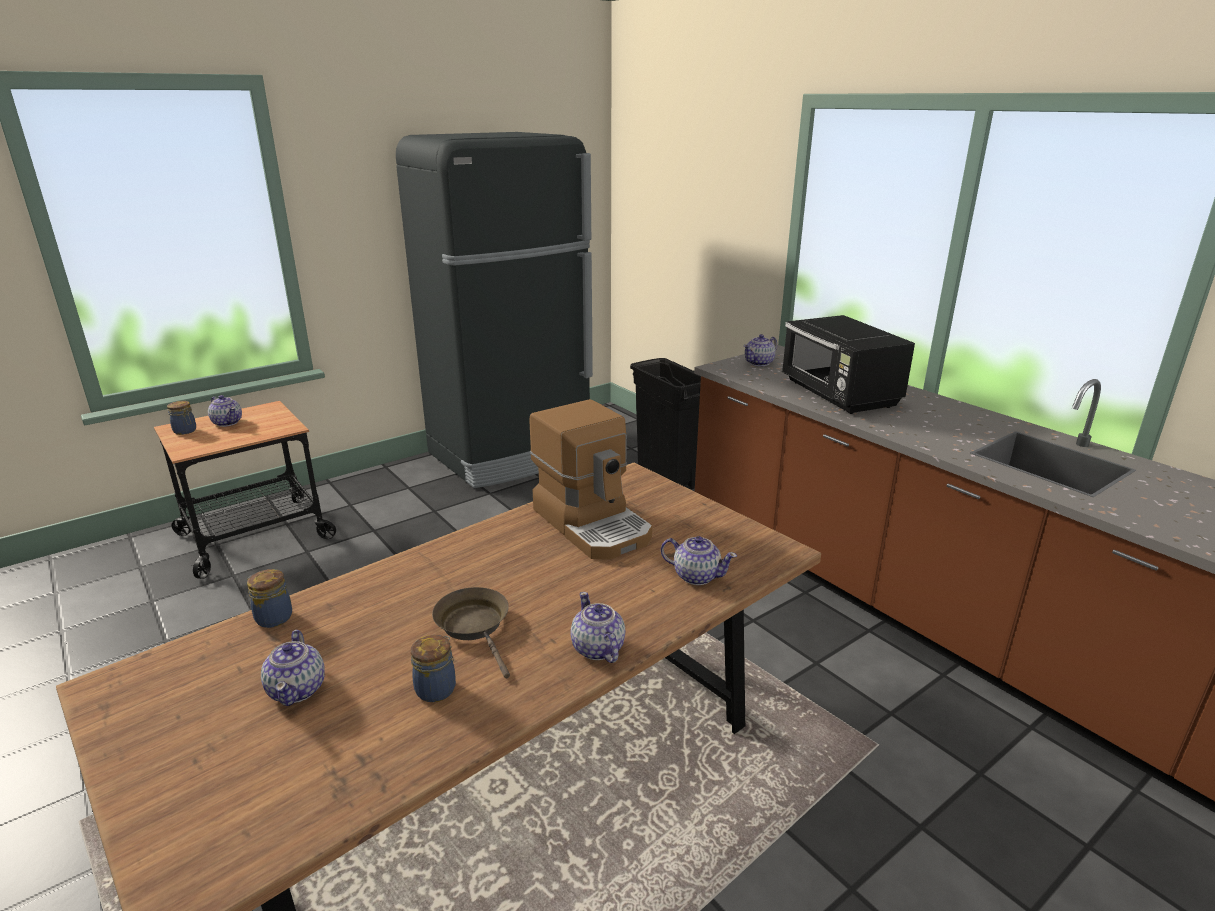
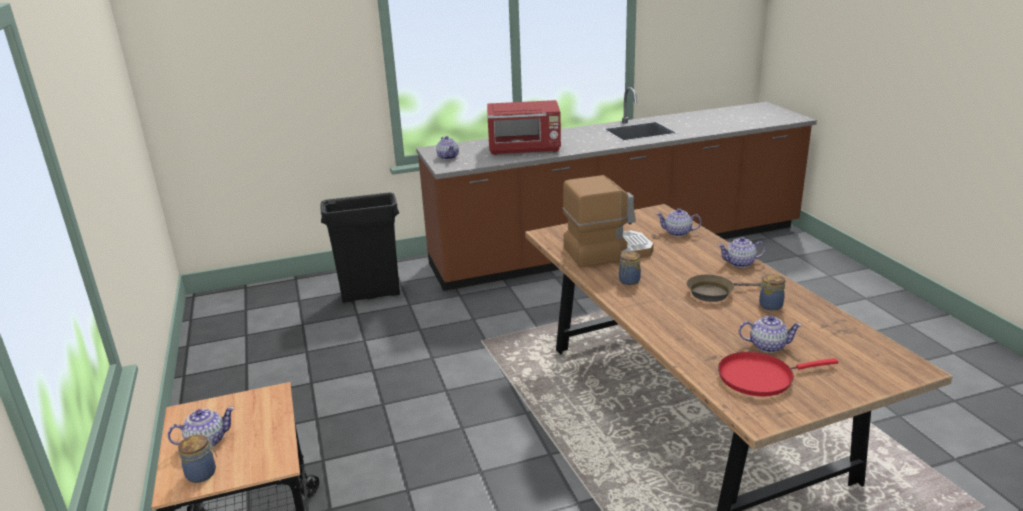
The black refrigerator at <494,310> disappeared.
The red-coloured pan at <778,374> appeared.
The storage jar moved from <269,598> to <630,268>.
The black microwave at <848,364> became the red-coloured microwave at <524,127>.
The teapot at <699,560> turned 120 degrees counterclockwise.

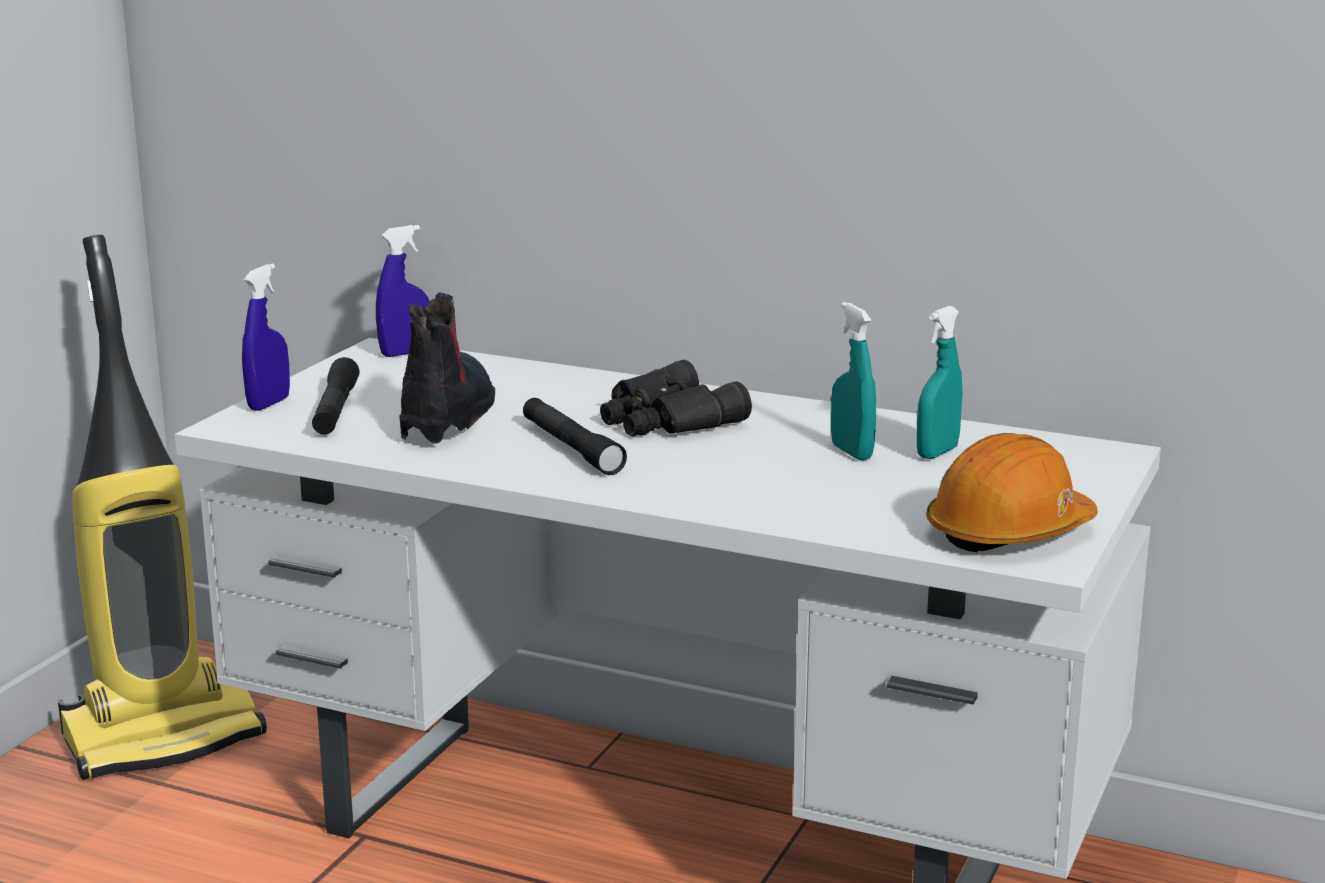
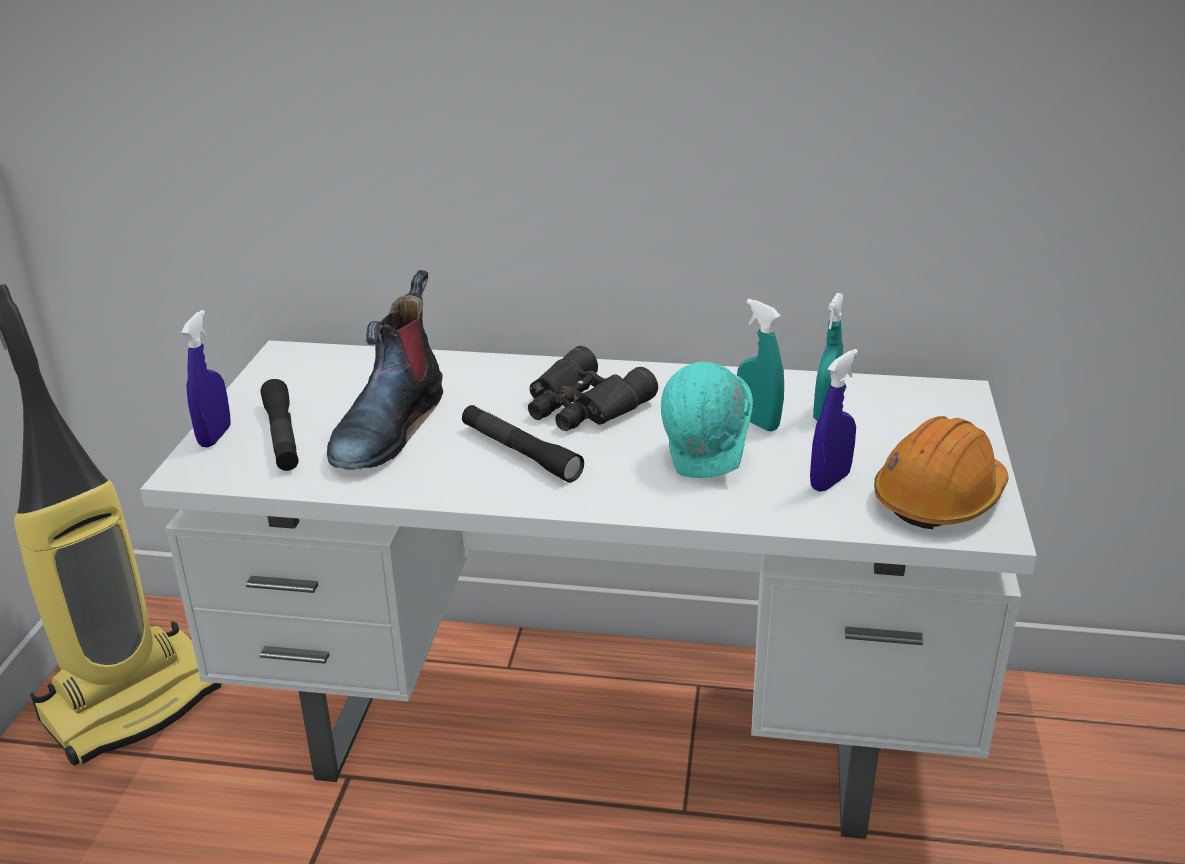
The turquoise-coloured work helmet at <707,420> appeared.
The blue spray bottle moved from <402,291> to <834,420>.
The tall boot at <447,368> turned 150 degrees counterclockwise.

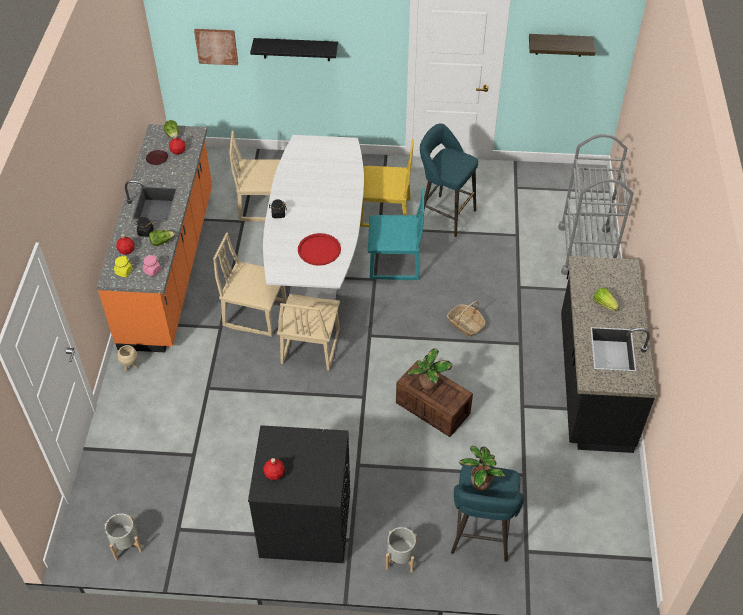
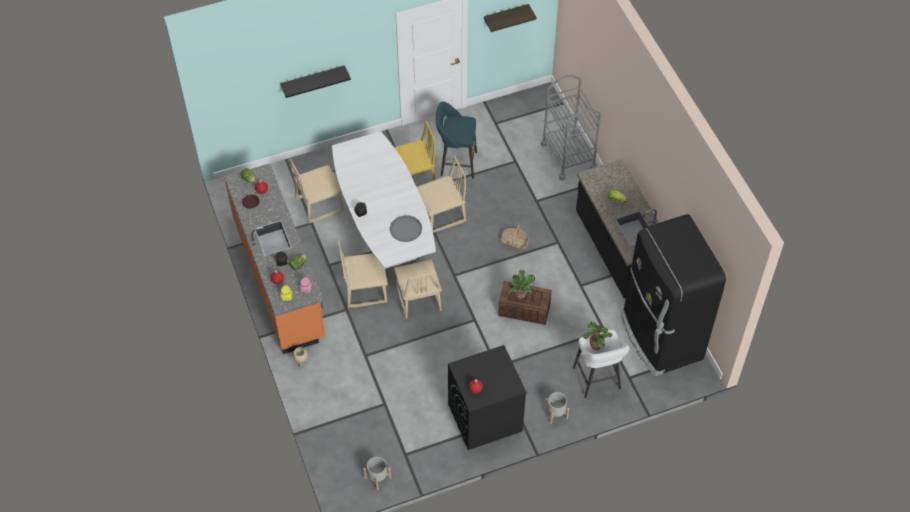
The wall picture at <216,47> disappeared.
The black refrigerator at <673,295> appeared.
The red-coloured tray at <319,249> became the greyish tray at <406,228>.
The turquoise-coloured chair at <396,233> became the beige chair at <441,194>.
The turquoise-coloured stool at <487,513> became the white stool at <601,364>.

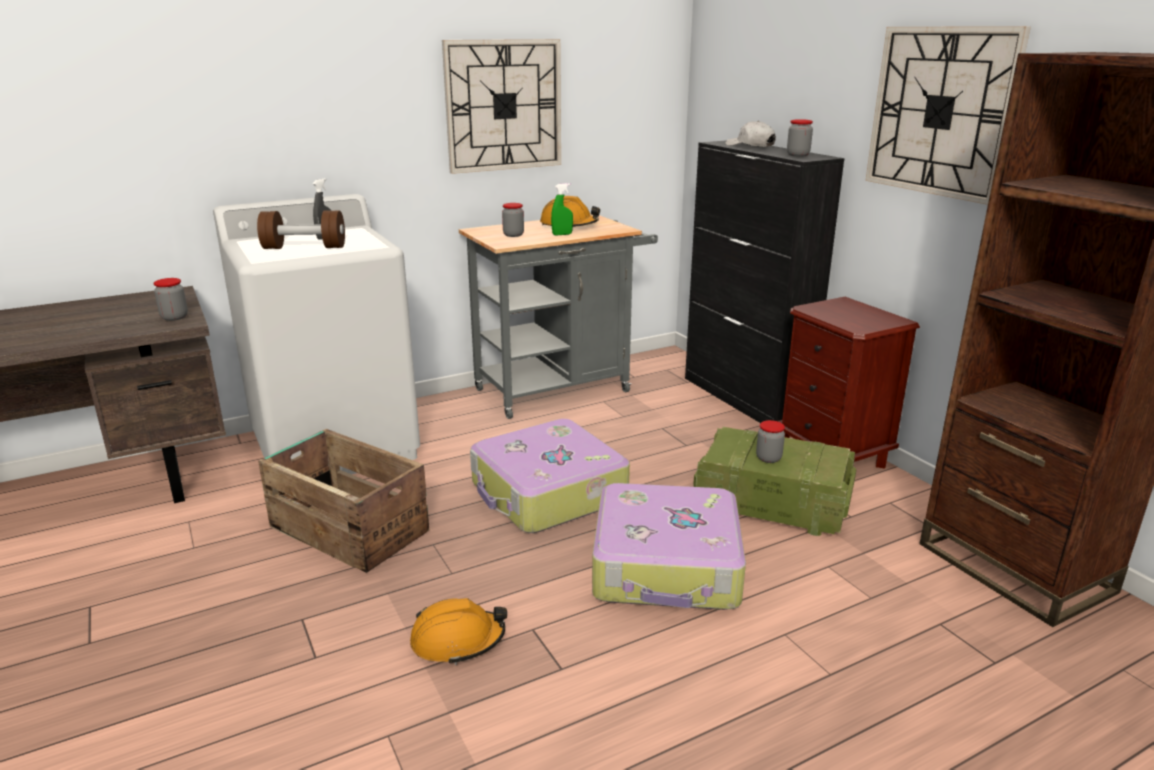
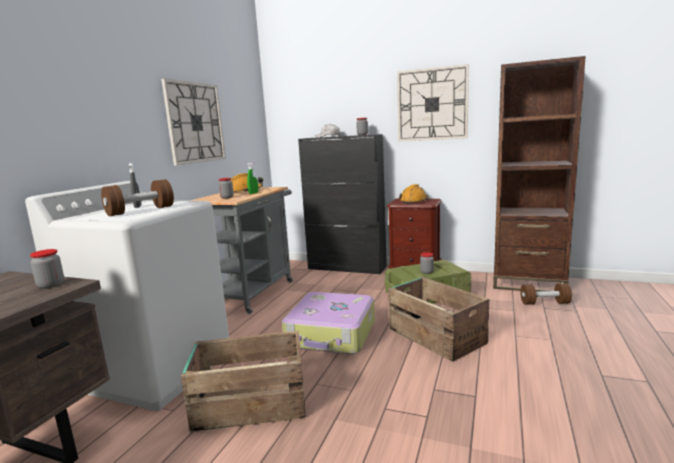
The brown hand weight at <546,294> appeared.
The orange work helmet moved from <458,631> to <413,194>.
The suitcase at <669,546> was replaced by the crate at <438,319>.

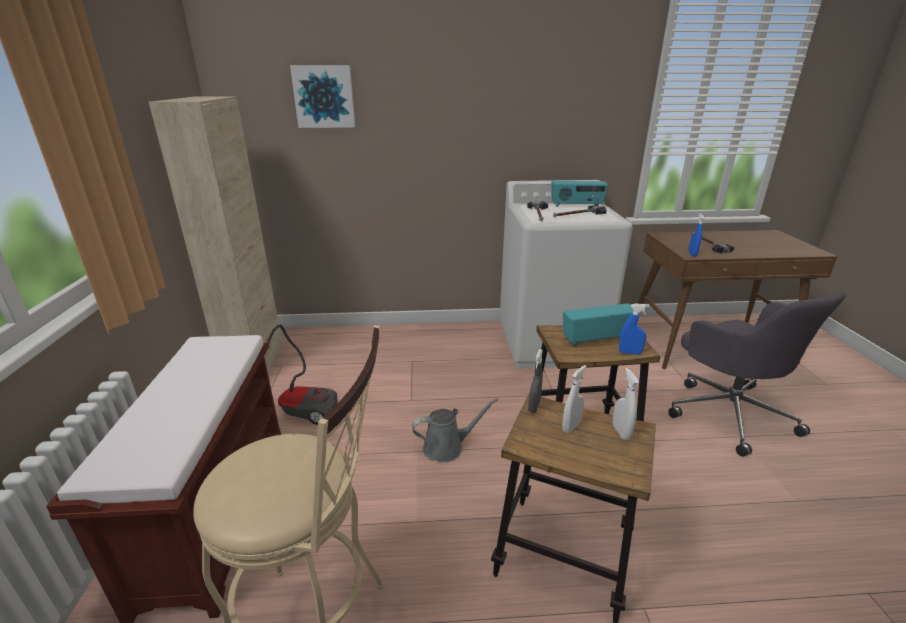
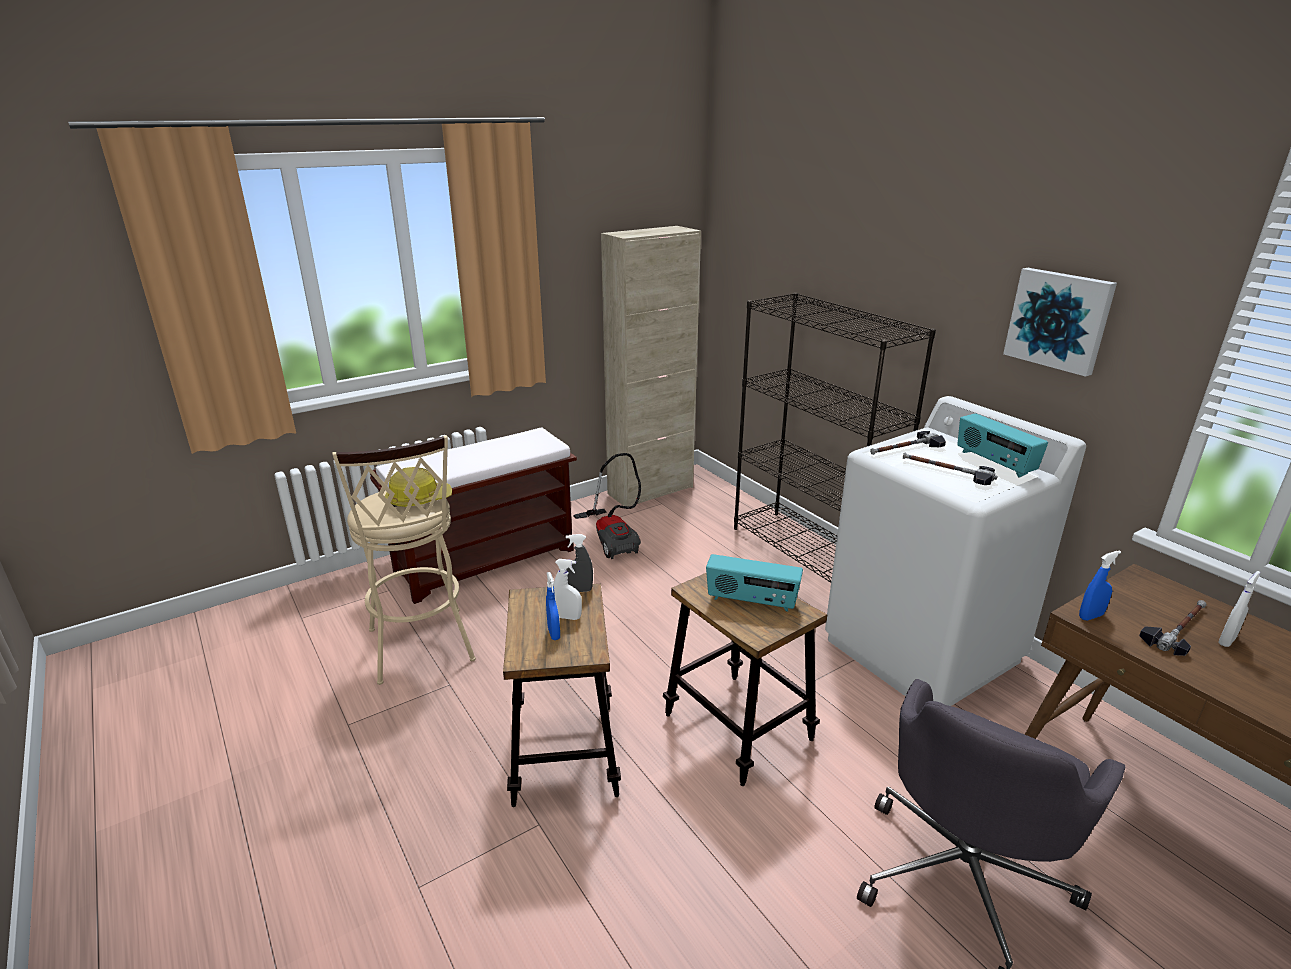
The greyish sprinkling can at <455,430> disappeared.
The work helmet at <418,487> appeared.
The black bookcase at <835,438> appeared.
The wall picture moved from <322,96> to <1060,322>.
The white spray bottle moved from <626,404> to <1240,609>.
The blue spray bottle moved from <634,329> to <553,606>.
The radio set at <598,324> turned 150 degrees clockwise.

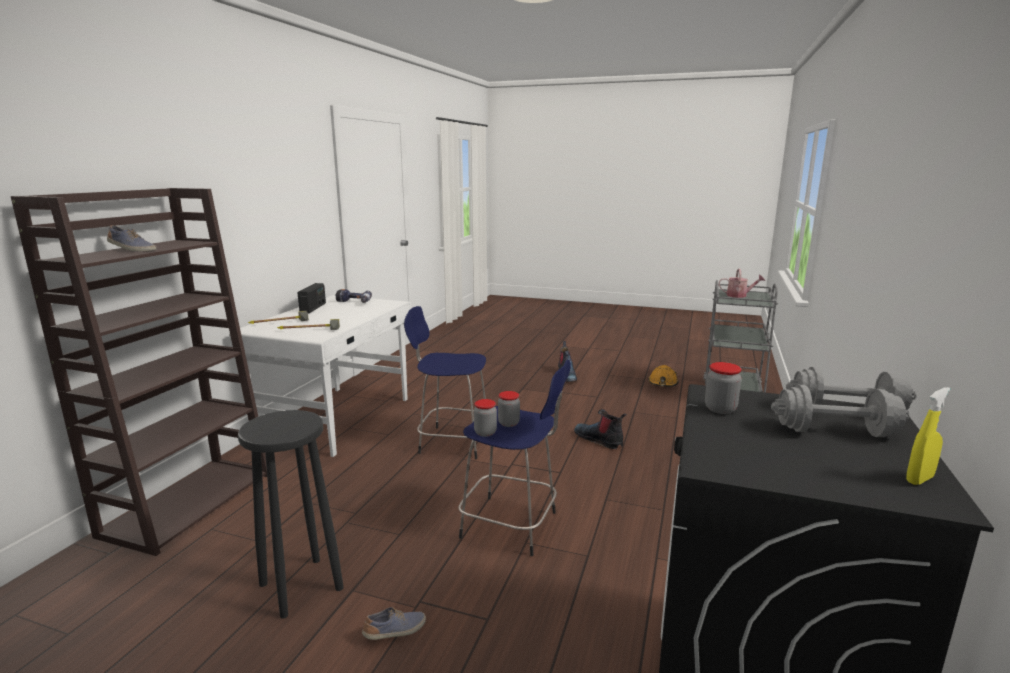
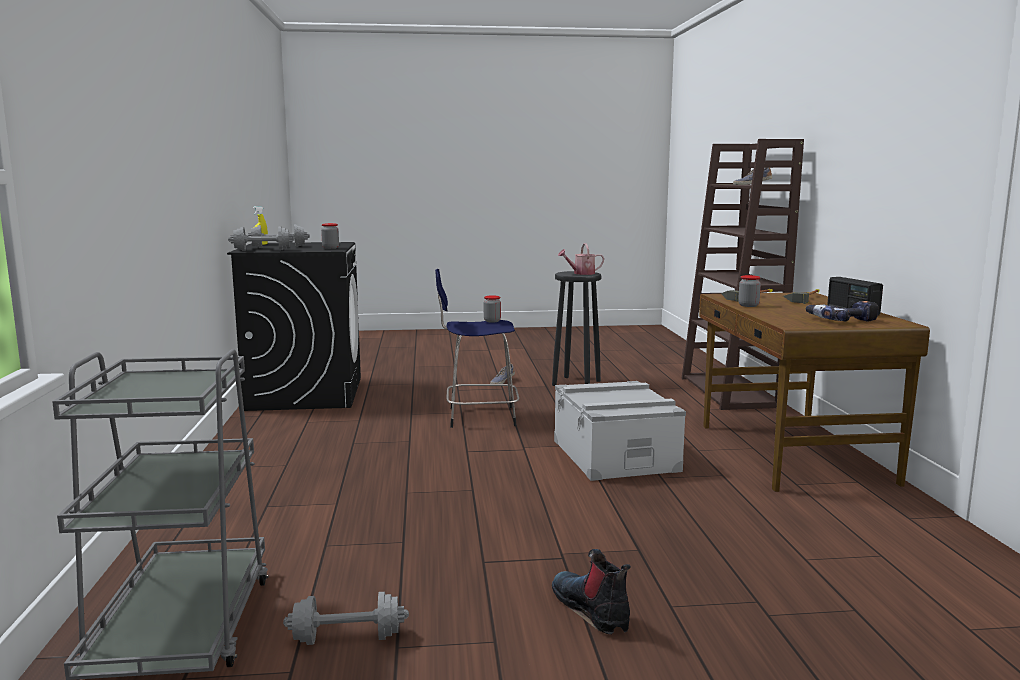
The tall boot at <600,429> disappeared.
The storage jar moved from <509,409> to <749,291>.
The sprinkling can moved from <742,283> to <581,259>.
The blue stool at <445,382> was replaced by the greyish storage container at <620,431>.
The orange work helmet at <663,376> was replaced by the greyish hand weight at <346,618>.
The white desk at <320,376> became the brown desk at <814,392>.

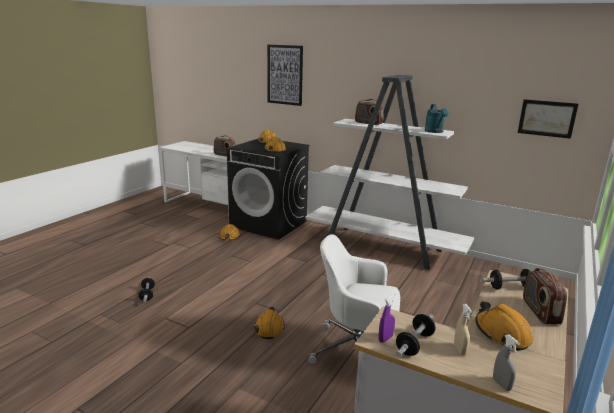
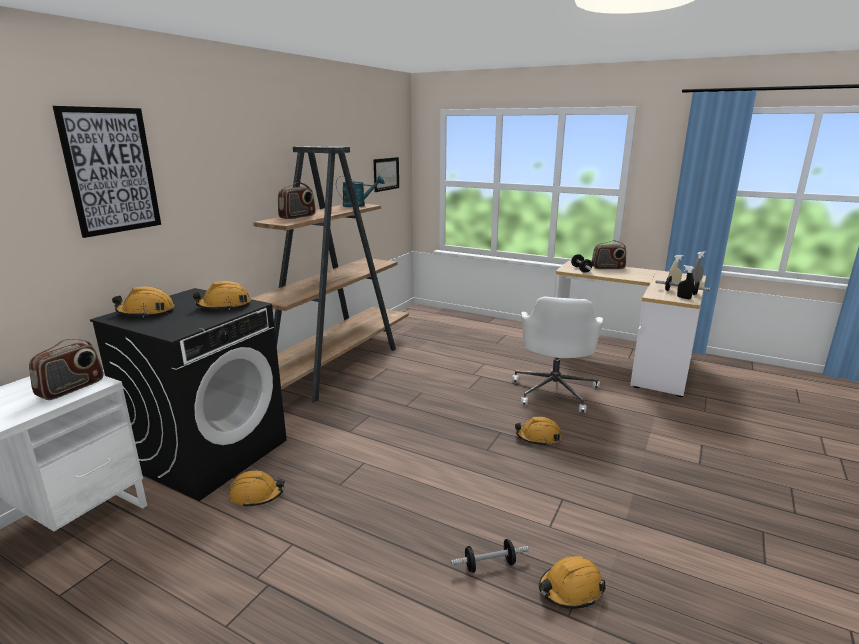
The orange work helmet moved from <504,326> to <572,582>.
The white bookcase at <390,172> became the brown bookcase at <329,274>.
The purplish spray bottle at <387,318> became the black spray bottle at <685,282>.

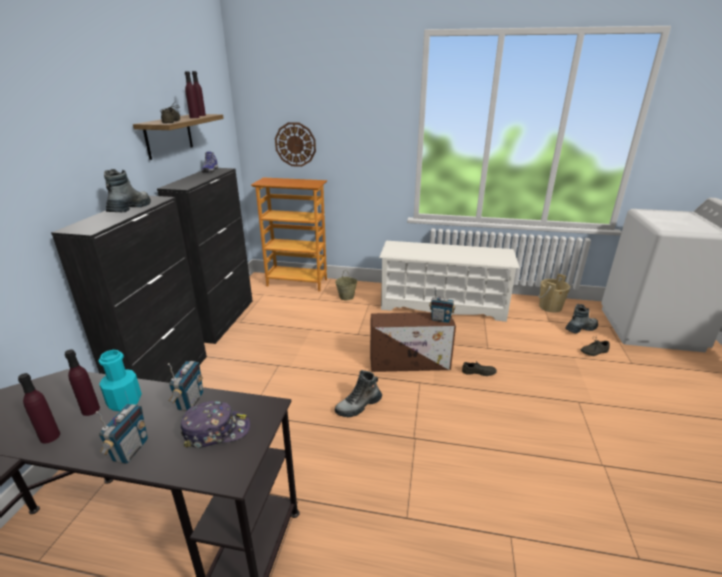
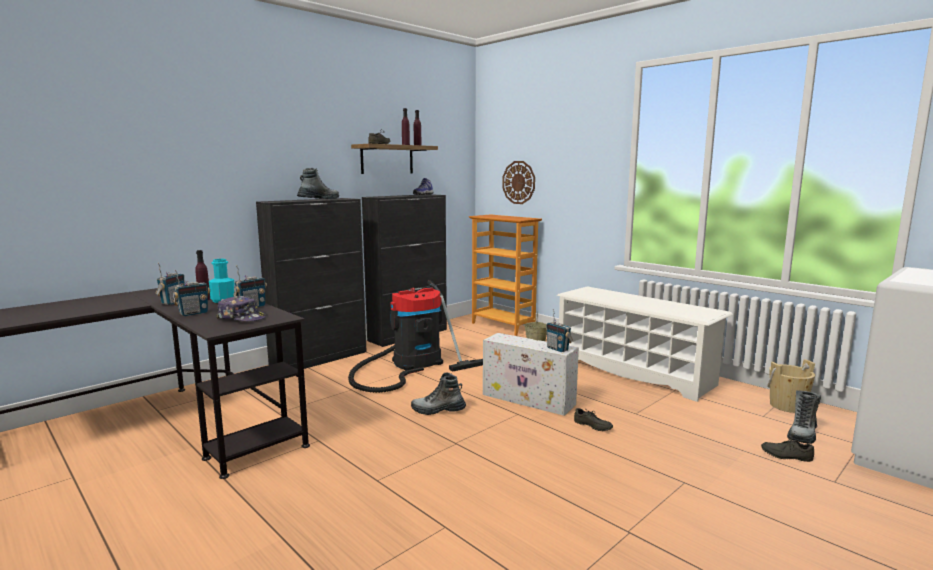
The hoover at <415,336> appeared.
The purplish beverage bottle at <39,408> was replaced by the radio set at <170,284>.
The brown storage container at <413,342> became the white storage container at <531,374>.
The tall boot at <581,318> turned 120 degrees clockwise.

